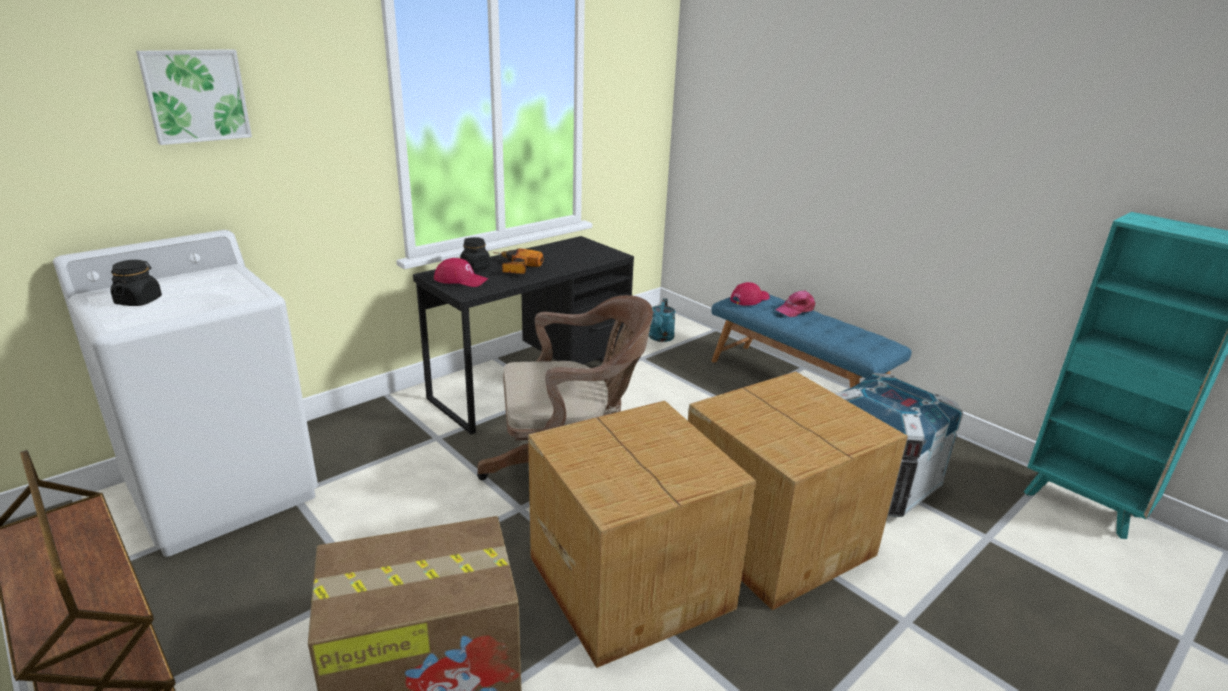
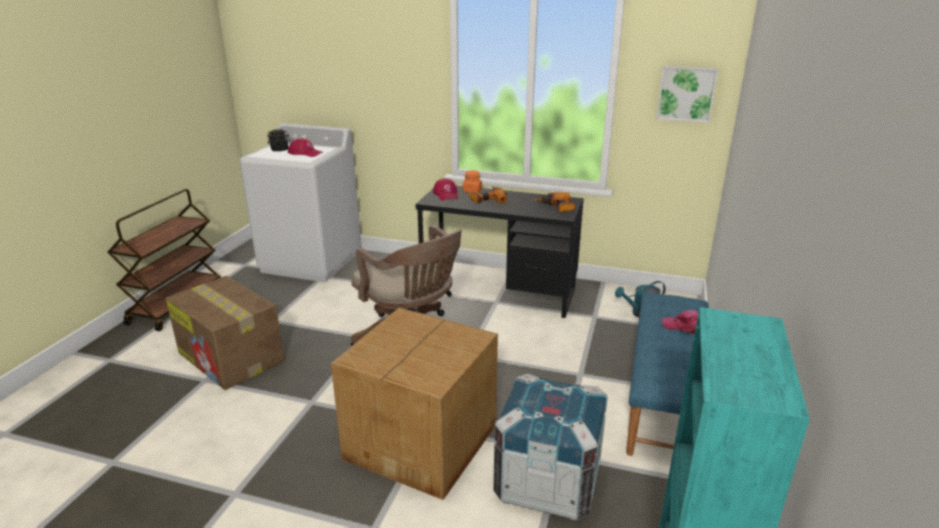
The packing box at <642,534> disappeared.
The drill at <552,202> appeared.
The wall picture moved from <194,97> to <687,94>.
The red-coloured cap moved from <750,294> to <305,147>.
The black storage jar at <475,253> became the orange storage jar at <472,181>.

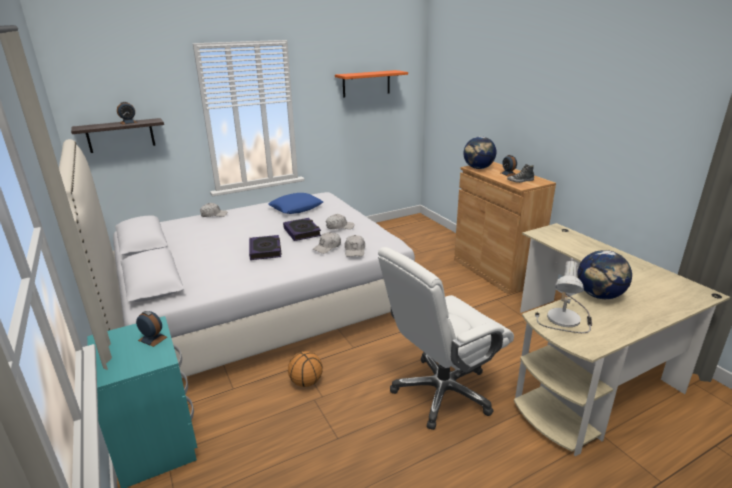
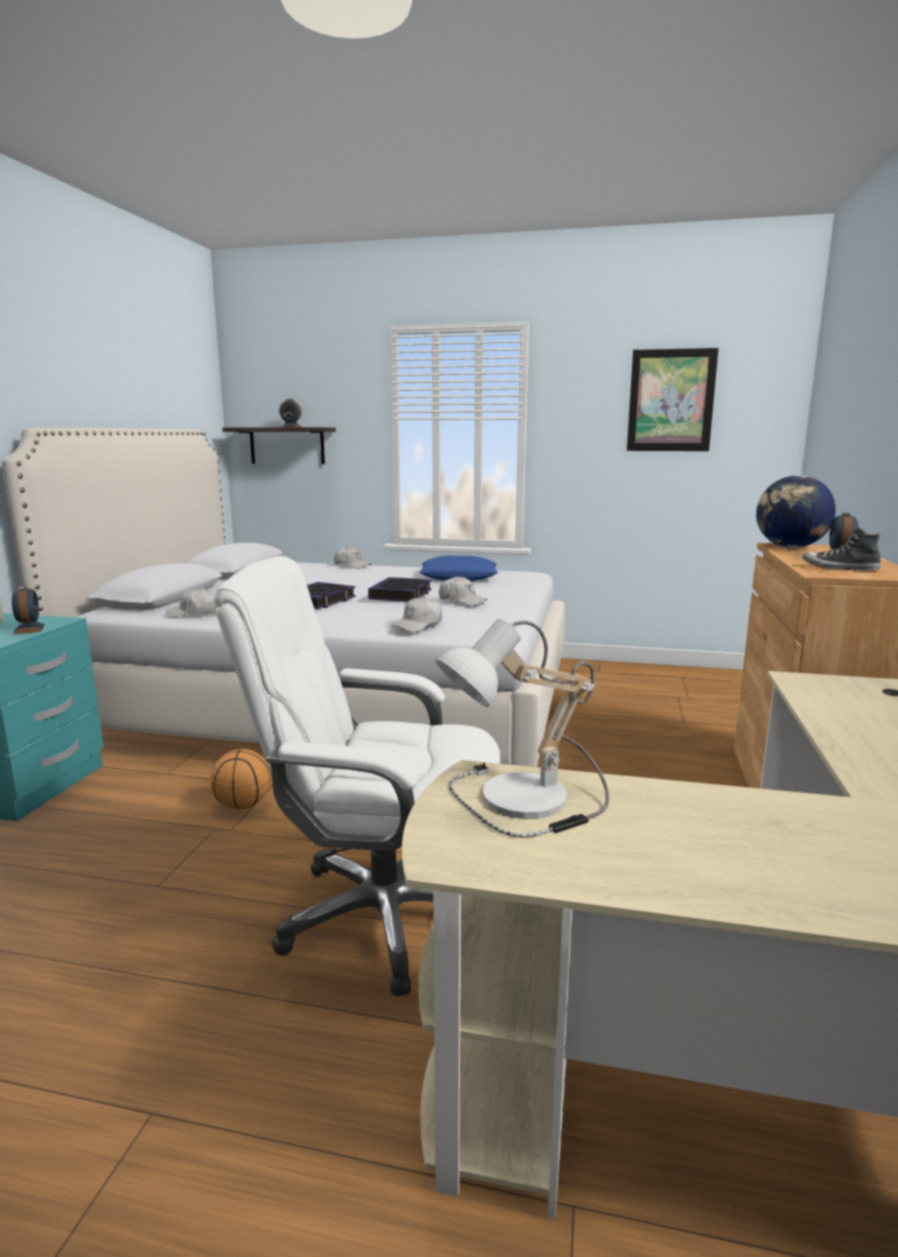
The desk globe at <604,274> disappeared.
The white cap moved from <327,243> to <191,602>.
The orange wall shelf at <371,84> was replaced by the wall picture at <673,399>.

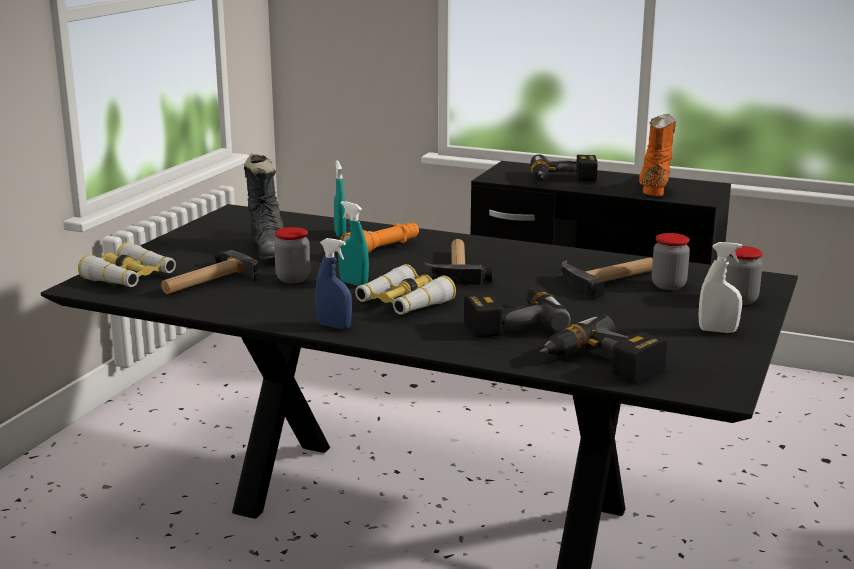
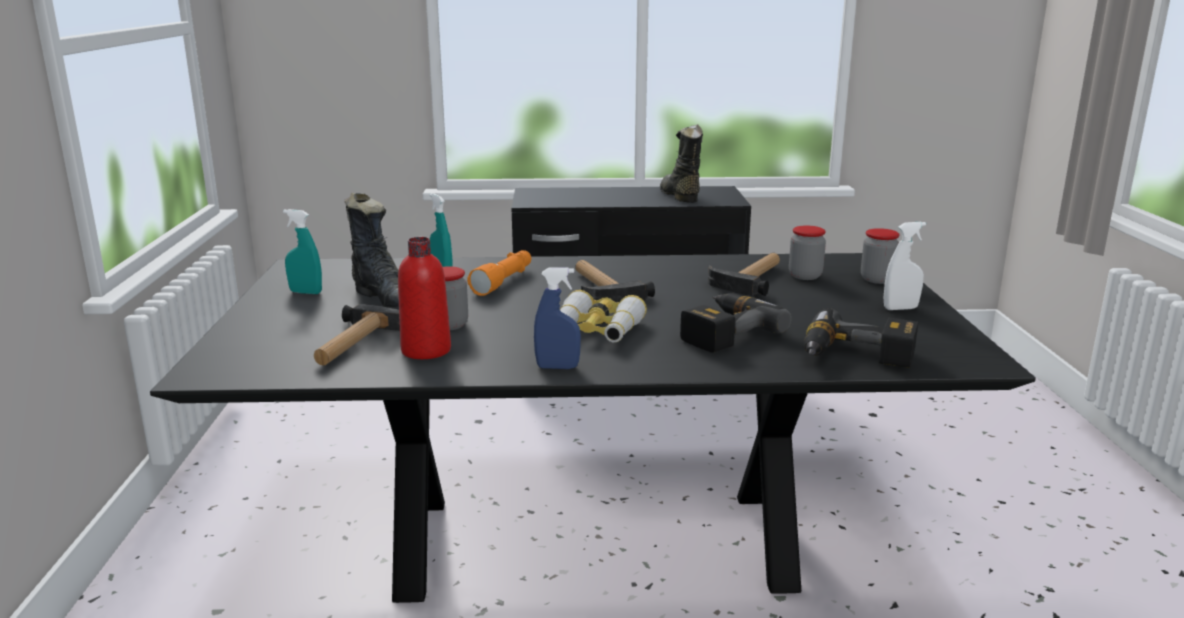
The binoculars at <127,264> disappeared.
The drill at <564,168> disappeared.
The red-coloured beverage bottle at <424,298> appeared.
The turquoise-coloured spray bottle moved from <353,243> to <302,251>.
The orange tall boot at <657,155> became the black tall boot at <681,163>.

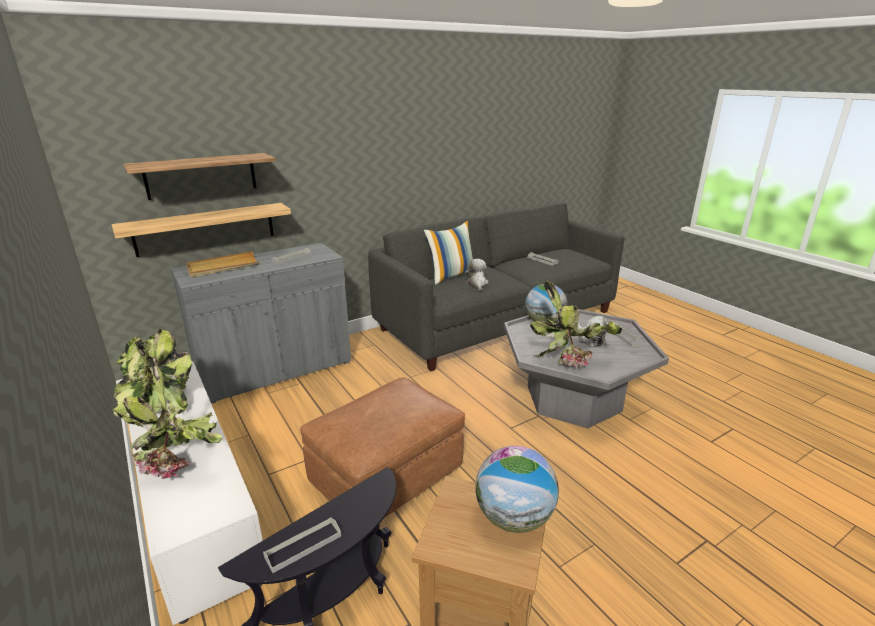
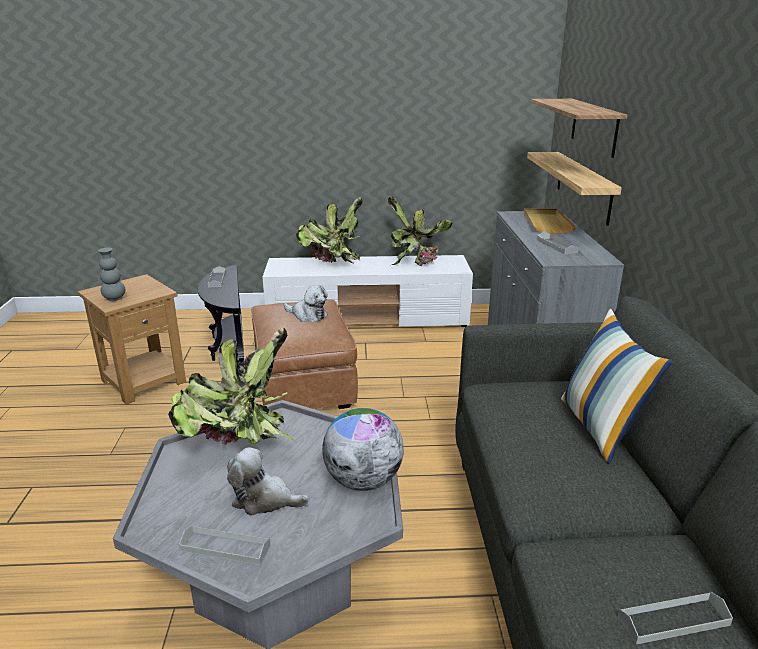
The cuddly toy moved from <476,275> to <306,303>.
The desk globe at <517,489> was replaced by the greyish flower vase at <111,274>.

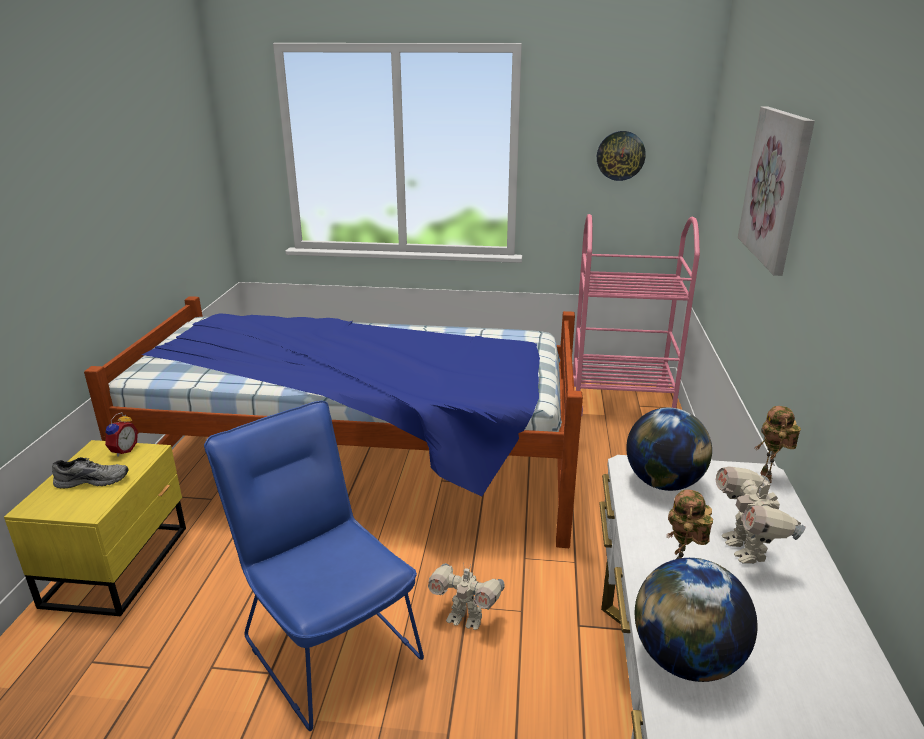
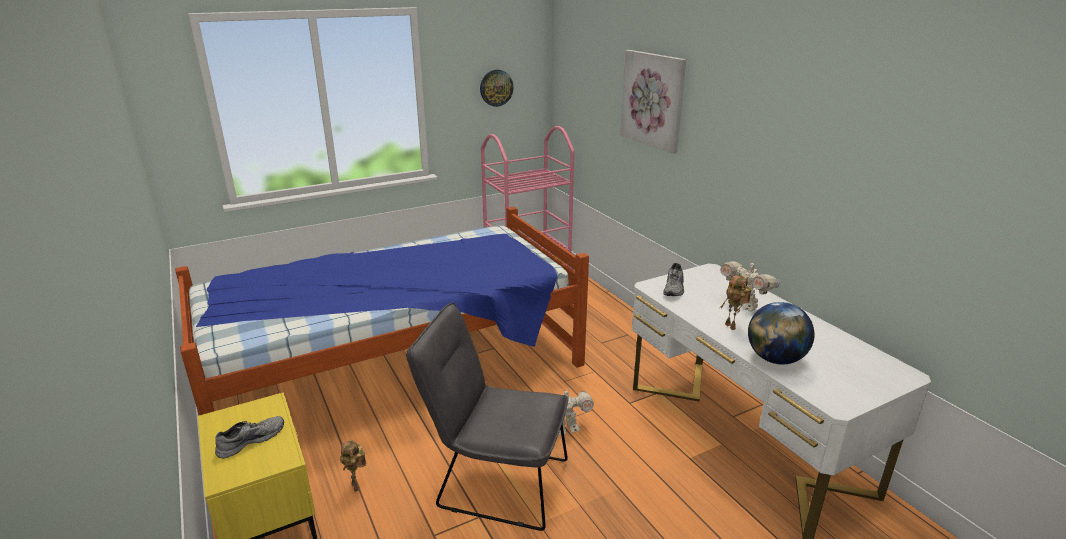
The bedside clock at <121,434> disappeared.
The model robot moved from <777,444> to <353,466>.
The desk globe at <669,449> was replaced by the greyish low shoe at <673,279>.
The blue chair at <314,566> became the greyish chair at <487,417>.

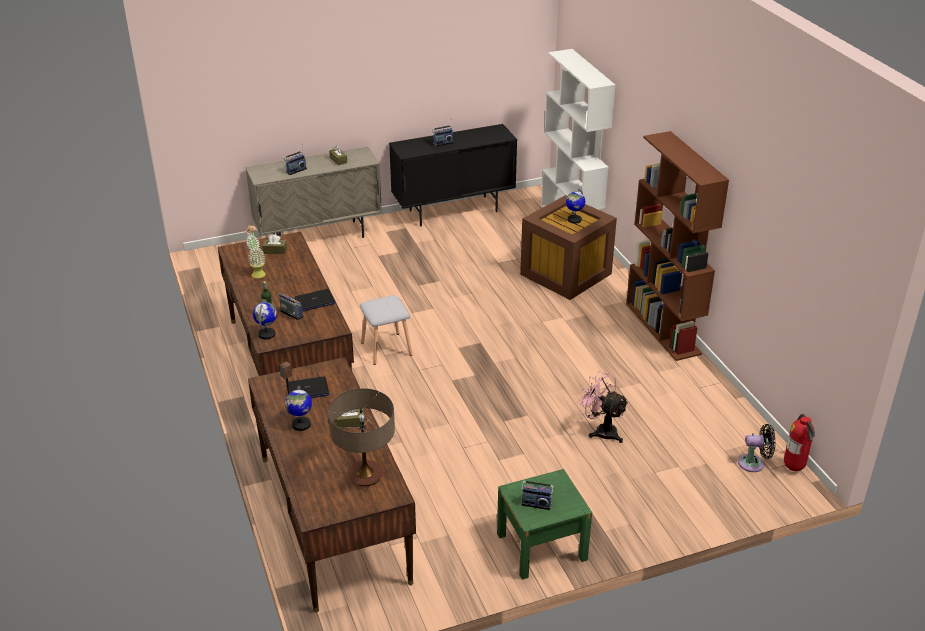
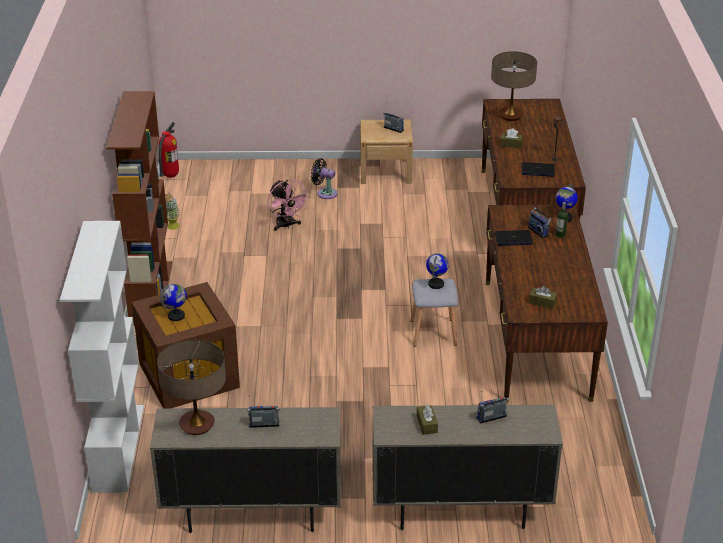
The table lamp at <191,387> appeared.
The plant in a pot moved from <256,251> to <172,211>.
The desk globe moved from <298,408> to <437,271>.
The black electric fan moved from <756,448> to <324,178>.
The black cupboard at <453,175> became the beige cupboard at <245,470>.
The green-coloured bedside table at <544,524> became the beige bedside table at <387,152>.

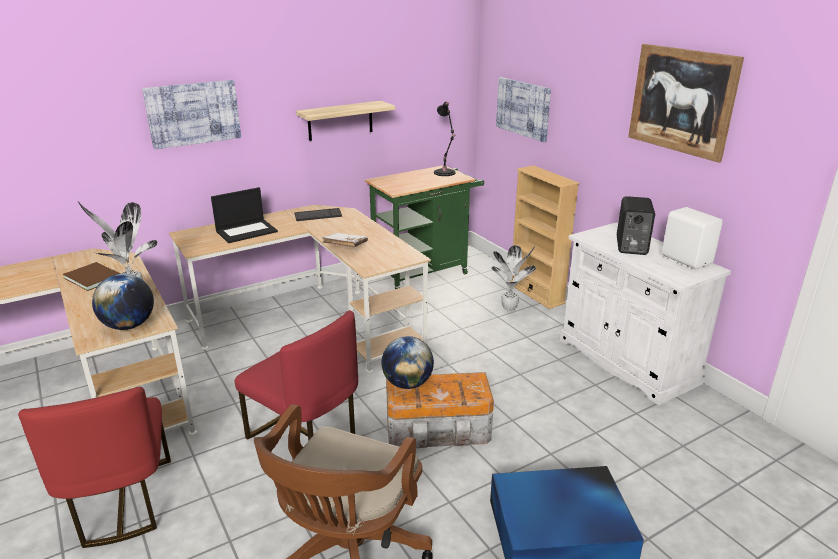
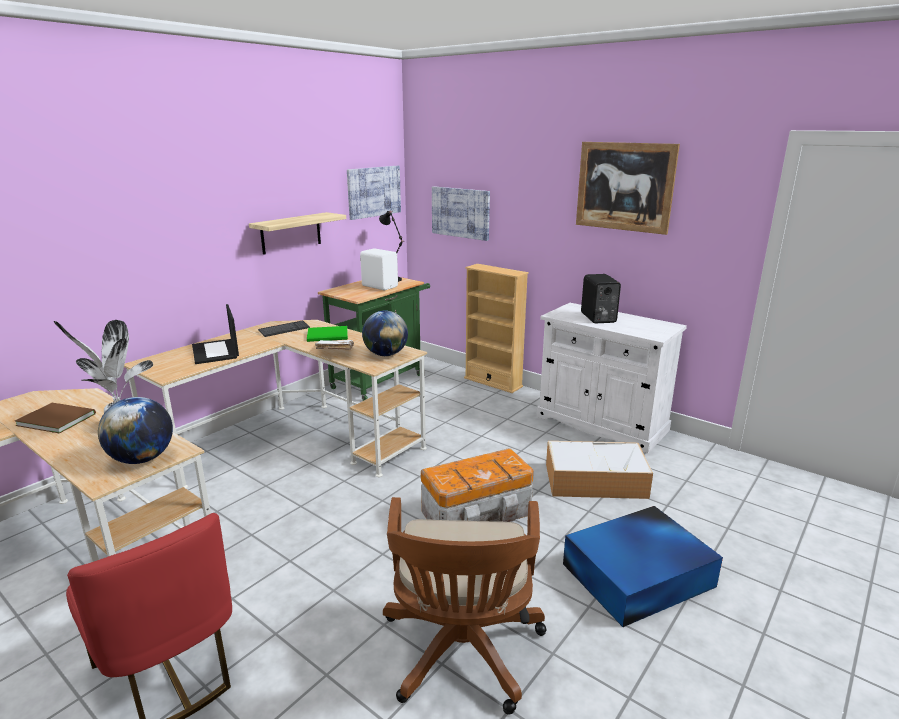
The red-coloured chair at <296,375> disappeared.
The plant in a pot at <513,278> disappeared.
The green-coloured volume at <327,334> appeared.
The storage container at <599,470> appeared.
The wall picture moved from <191,114> to <374,193>.
The desk globe moved from <408,362> to <385,333>.
The white loudspeaker moved from <692,238> to <379,269>.
The portable computer at <244,215> turned 120 degrees clockwise.

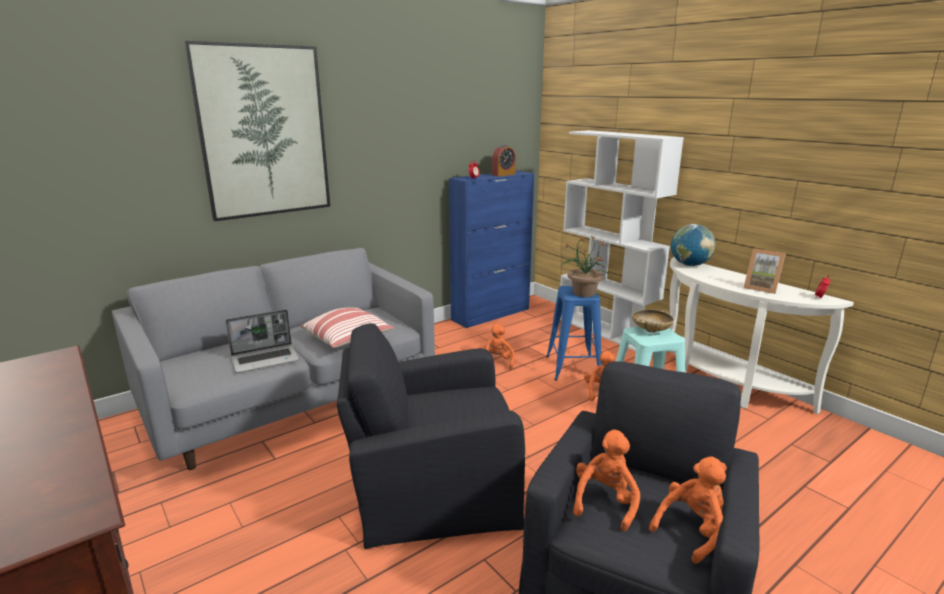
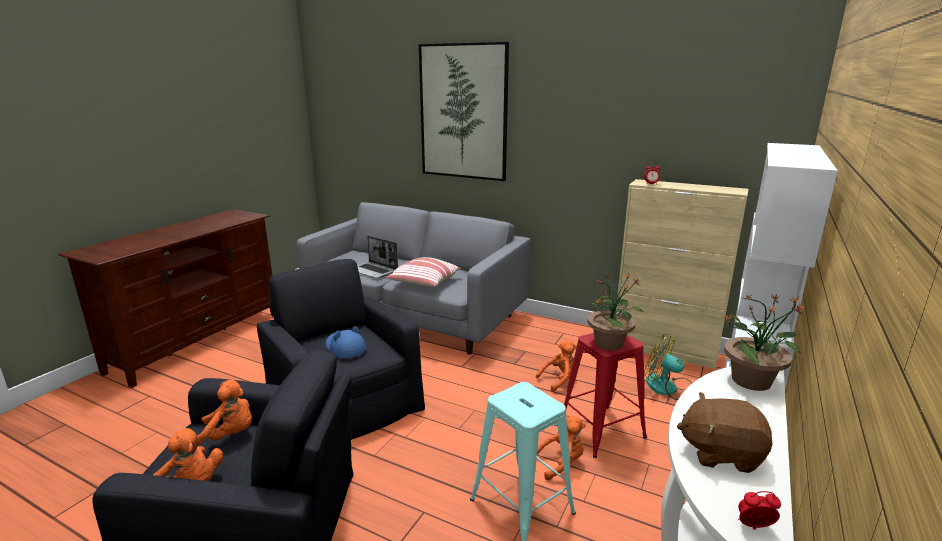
The bedside clock at <504,161> disappeared.
The beige bowl at <653,321> disappeared.
The blue clothing hat at <346,342> appeared.
The electric fan at <668,367> appeared.
The desk globe at <693,245> was replaced by the plant in a pot at <764,342>.
The standing frame at <765,271> was replaced by the brown cuddly toy at <724,432>.
The blue cupboard at <491,249> became the beige cupboard at <682,274>.
The blue stool at <574,333> became the red-coloured stool at <605,395>.

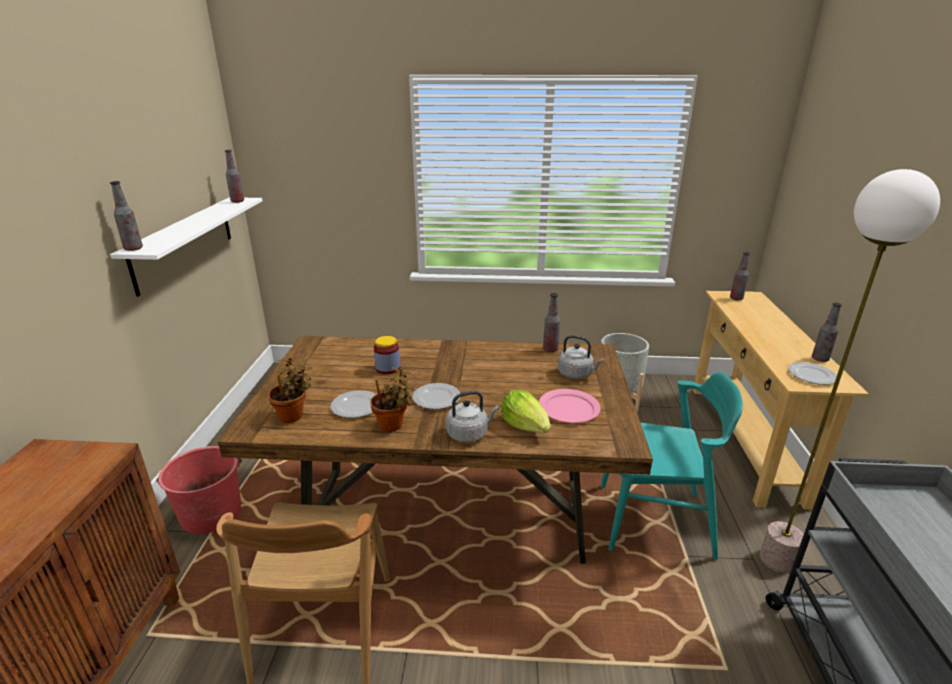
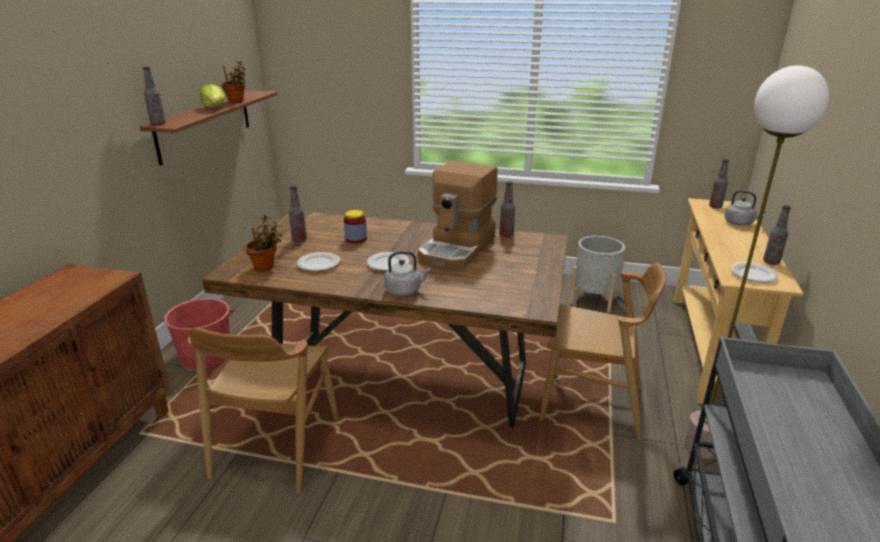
The pinkish plate at <570,406> disappeared.
The coffee maker at <458,215> appeared.
The beverage bottle moved from <234,176> to <298,214>.
The plant in a pot moved from <392,399> to <233,82>.
The lettuce moved from <526,411> to <213,96>.
The greyish kettle moved from <581,357> to <745,208>.
The white wall shelf at <186,247> became the brown wall shelf at <208,127>.
The turquoise-coloured chair at <672,466> became the brown chair at <602,351>.

